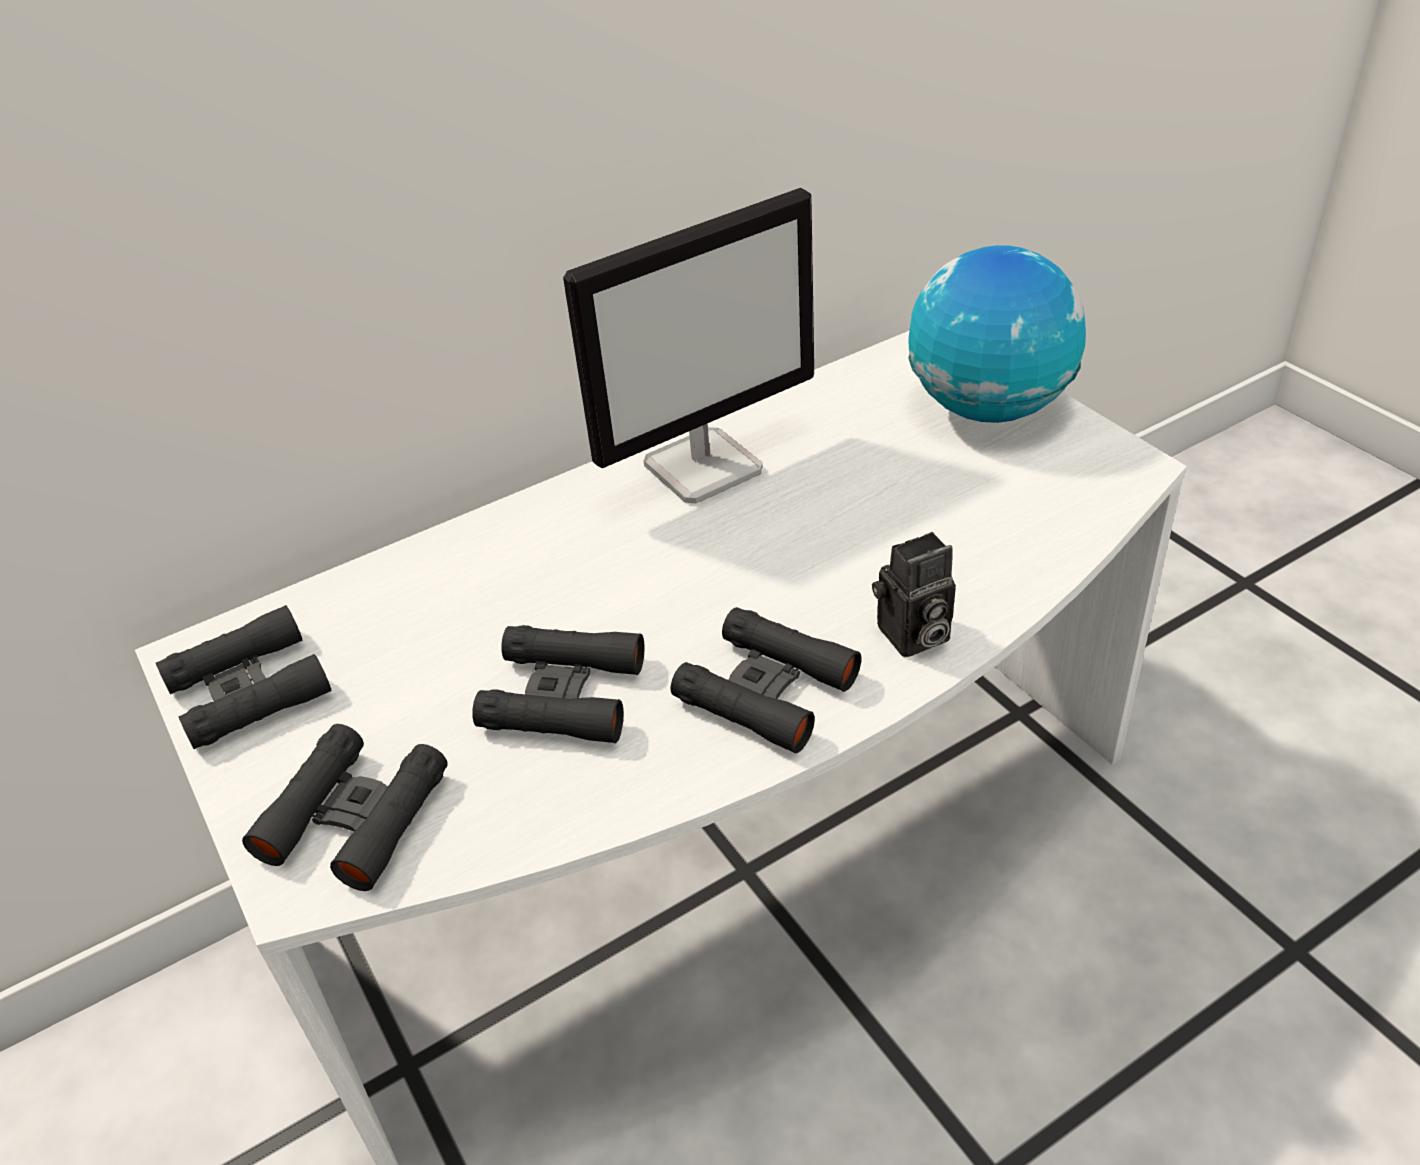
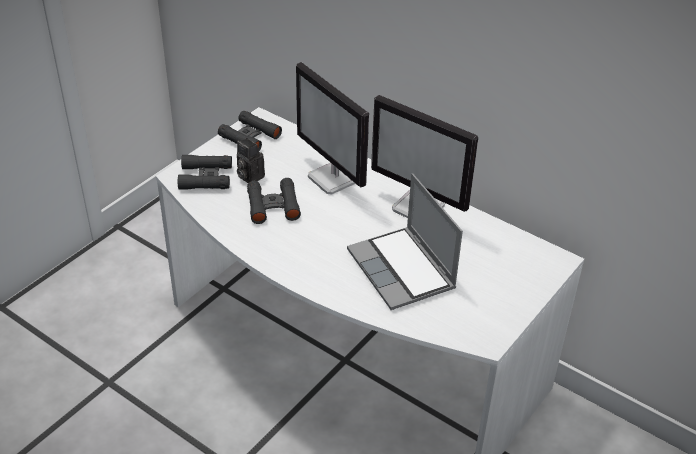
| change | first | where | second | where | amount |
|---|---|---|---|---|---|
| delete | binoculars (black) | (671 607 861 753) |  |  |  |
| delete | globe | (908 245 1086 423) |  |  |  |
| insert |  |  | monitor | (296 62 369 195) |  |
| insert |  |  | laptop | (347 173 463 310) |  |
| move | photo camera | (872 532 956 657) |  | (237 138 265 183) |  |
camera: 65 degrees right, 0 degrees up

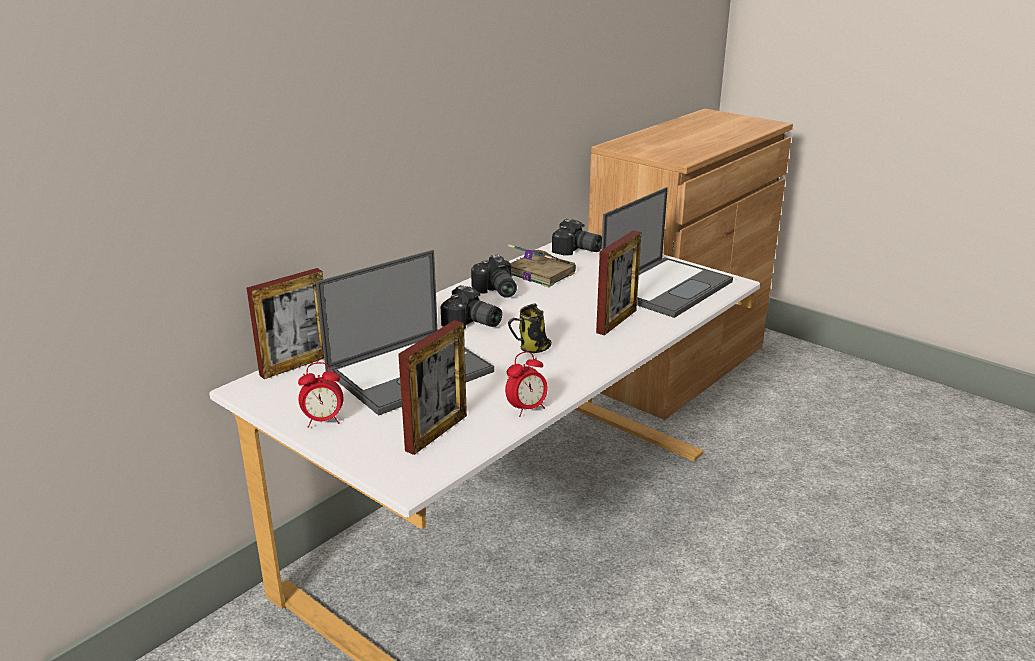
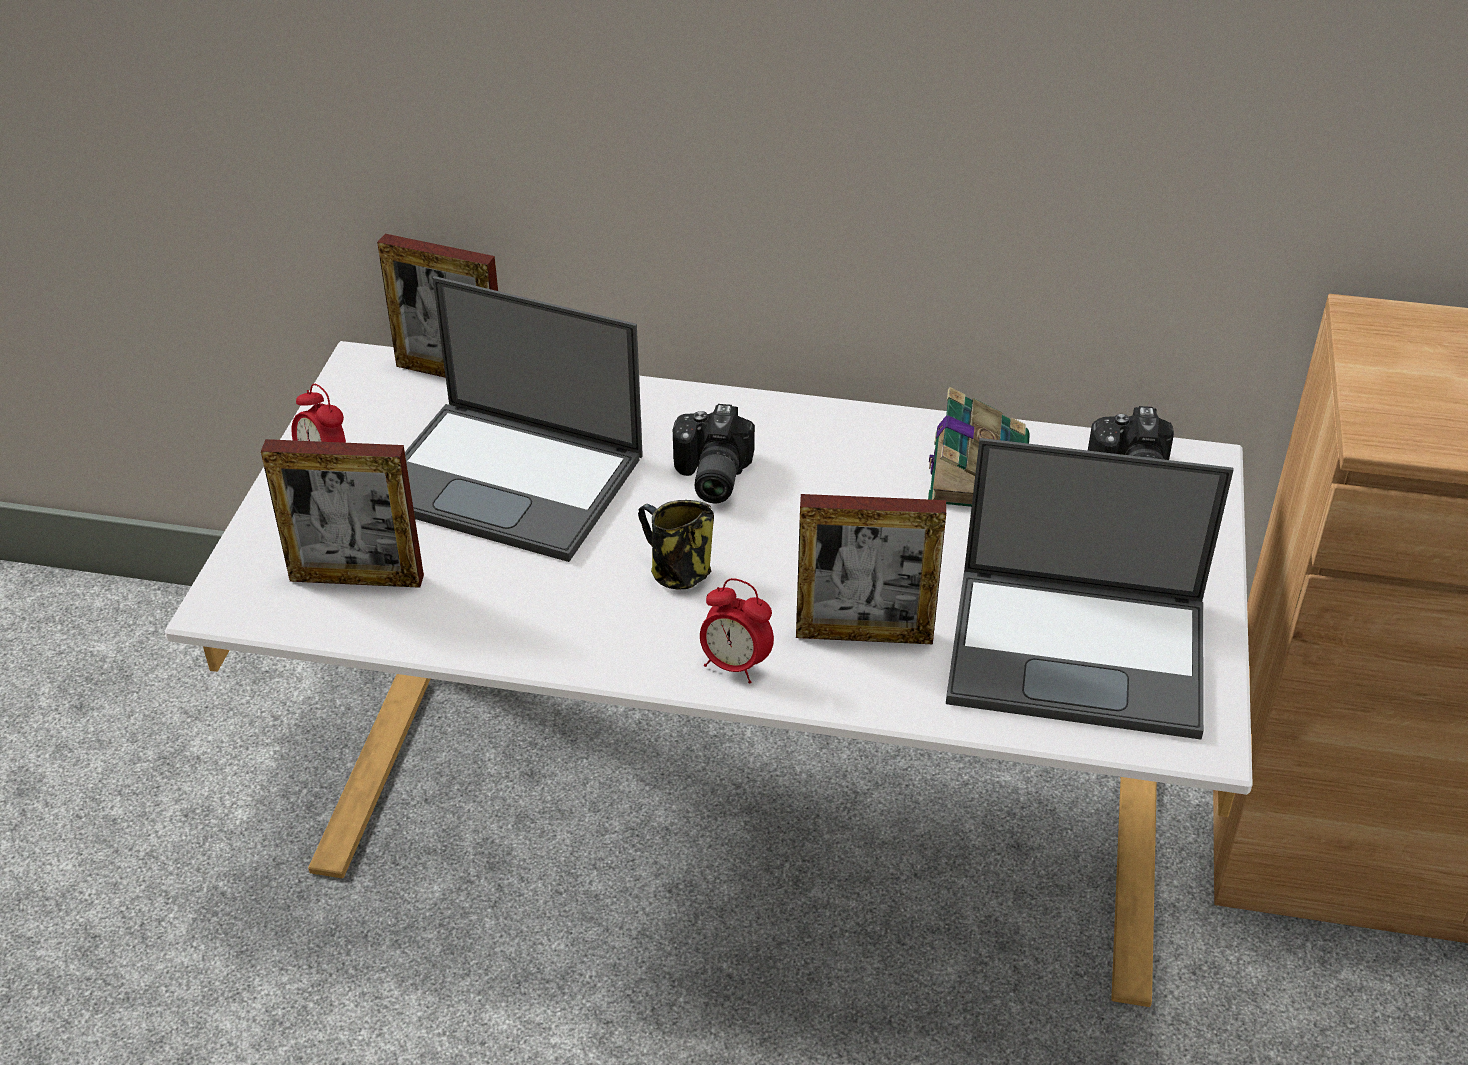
| change | first | where | second | where | amount |
|---|---|---|---|---|---|
| delete | photo camera | (471 255 517 298) |  |  |  |
| move | alarm clock | (505 351 548 417) |  | (700 578 774 684) |  |
camera: 60 degrees right, 15 degrees up

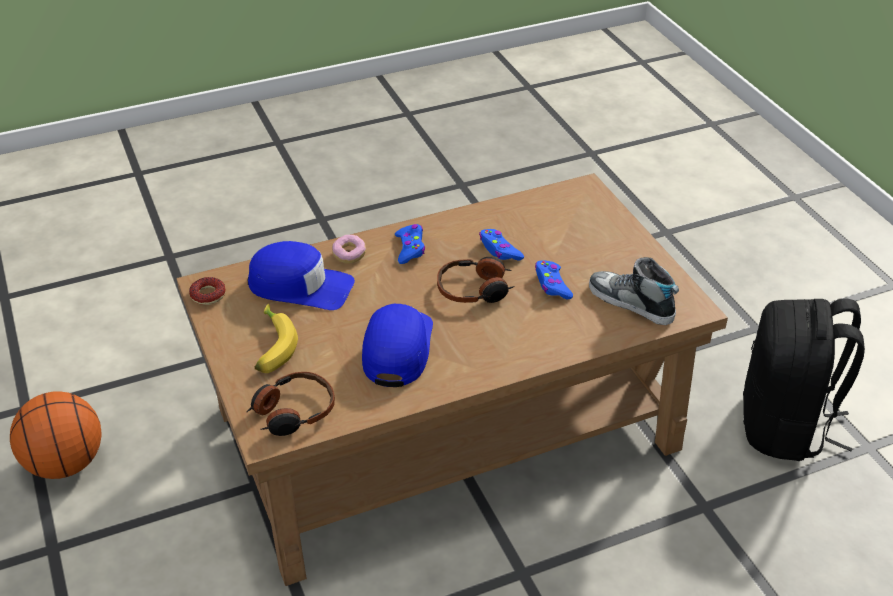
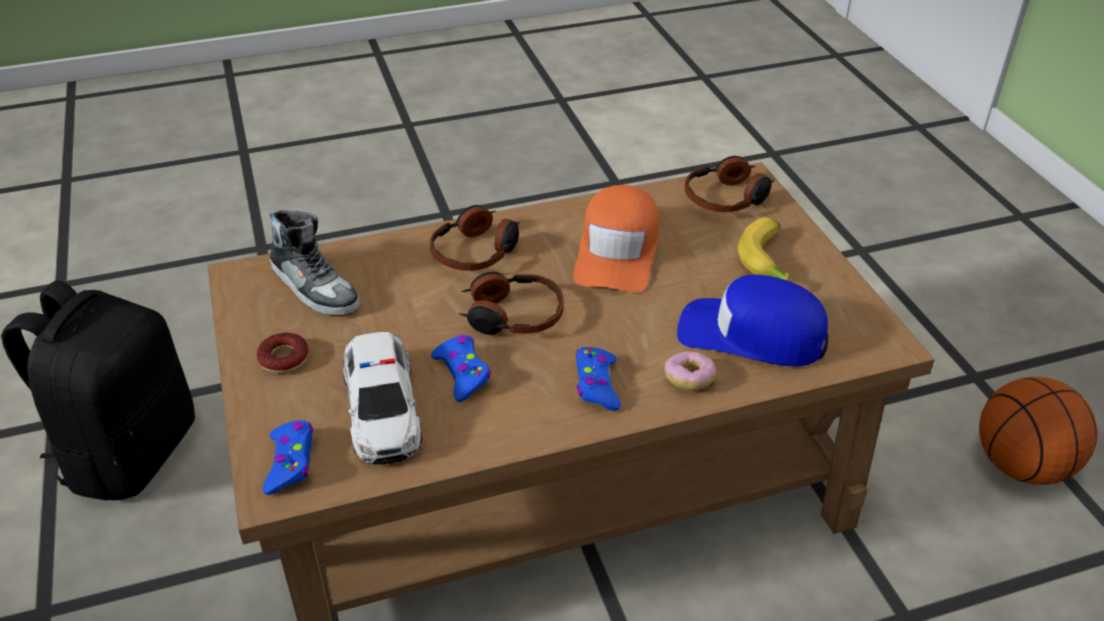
| change | first | where | second | where | amount |
|---|---|---|---|---|---|
| insert |  |  | toy car | (342 332 422 465) |  |
| insert |  |  | headphones | (430 205 519 271) |  |
| move | donut | (189 277 226 305) |  | (257 333 309 373) |  |
| move | game controller (blue) | (535 261 573 299) |  | (263 420 313 495) |  |
| recolor | cap (blue) | (362 304 433 387) | cap (orange) | (573 185 659 293) |  |
camera: 175 degrees left, 0 degrees up

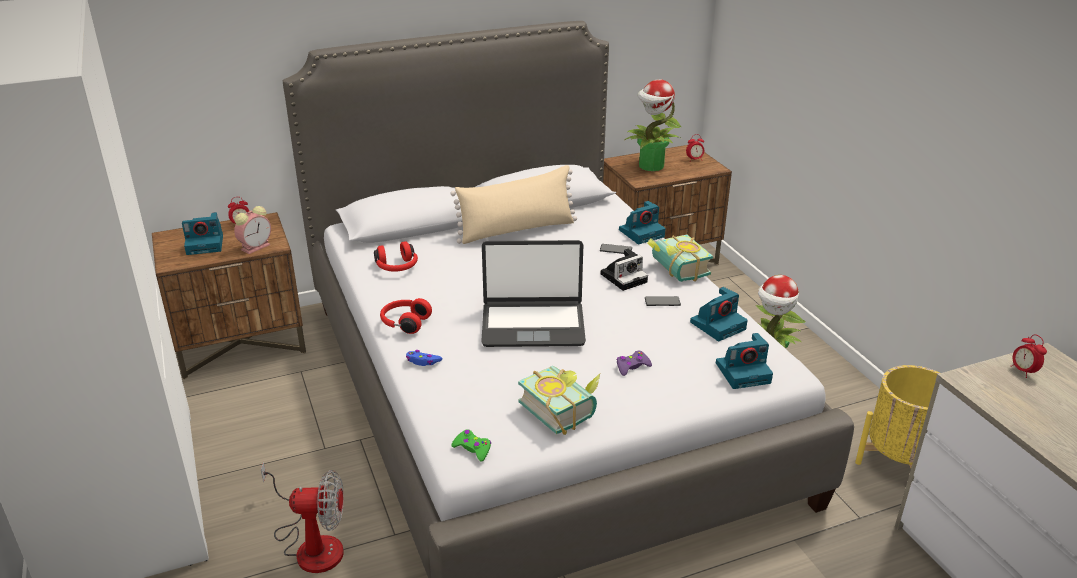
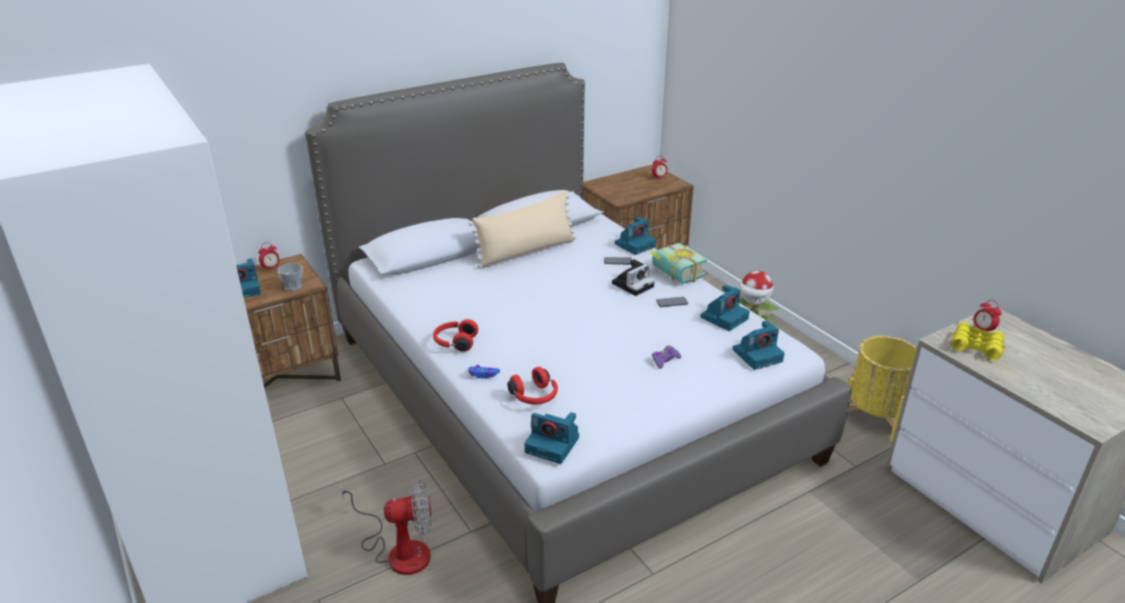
| change | first | where | second | where | amount |
|---|---|---|---|---|---|
| delete | laptop | (481 240 586 347) |  |  |  |
| delete | book | (518 366 600 435) |  |  |  |
| delete | potted plant | (625 79 681 171) |  |  |  |
| insert |  |  | binoculars (yellow) | (951 322 1006 361) |  |
| move | headphones (red) | (374 241 418 272) |  | (507 367 558 405) |  |
| replace | alarm clock | (234 206 271 254) | cup | (277 263 303 291) |  |
| replace | game controller (green) | (451 429 491 462) | photo camera | (524 412 579 464) |  |
camera: 10 degrees left, 0 degrees up

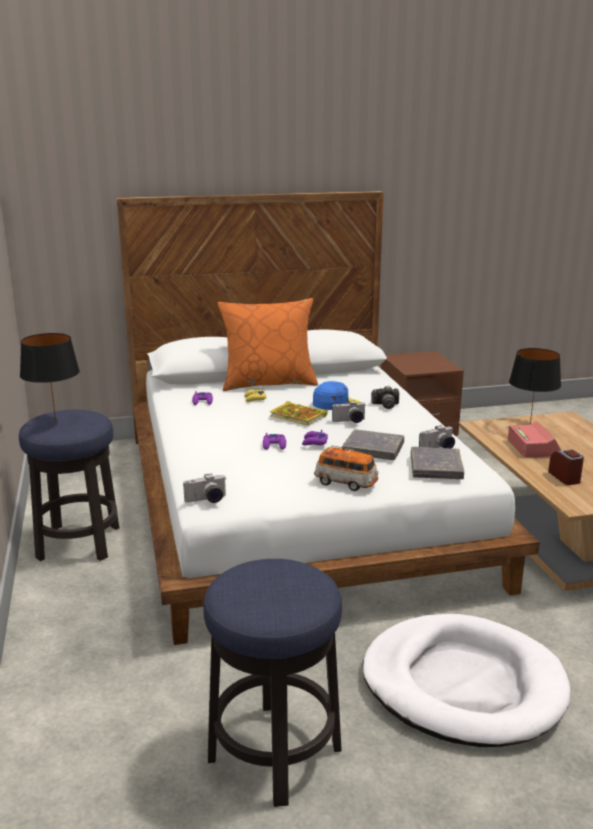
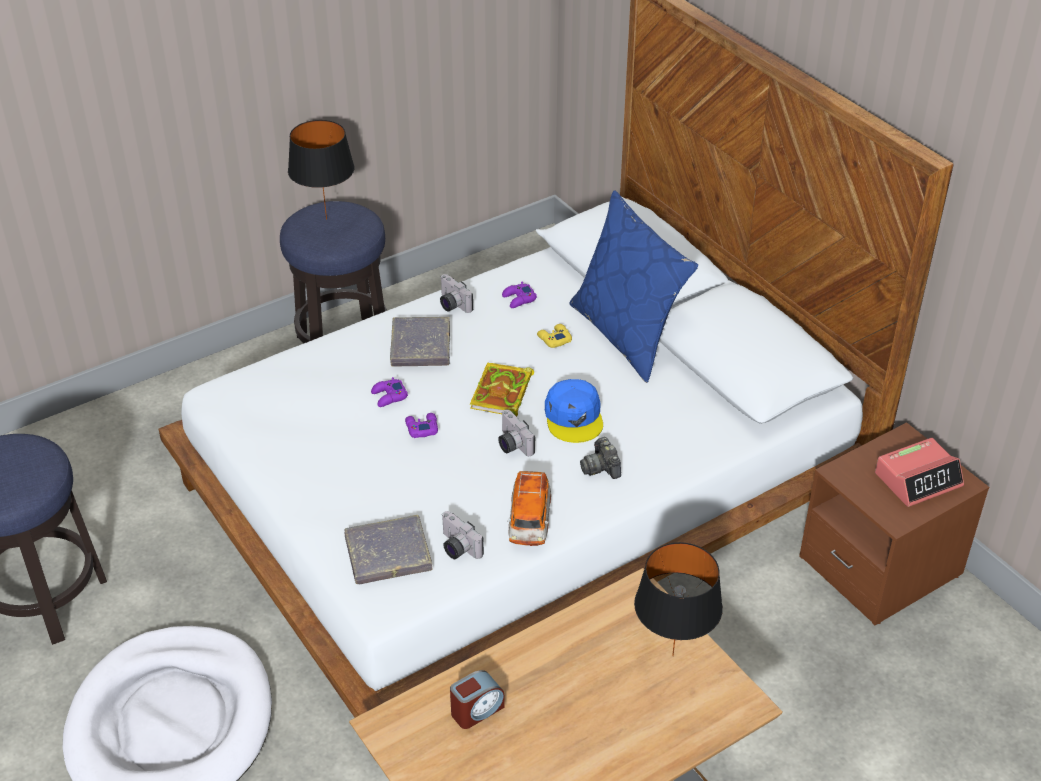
| change | first | where | second | where | amount |
|---|---|---|---|---|---|
| move | photo camera | (183 473 226 503) |  | (440 274 473 313) |  |
| move | toy car | (314 445 378 491) |  | (508 471 551 546) |  |
| move | book (grey) | (342 429 404 460) |  | (390 317 450 367) |  |
| move | alarm clock | (508 421 562 458) |  | (875 438 964 507) |  |
| recolor | pillow (orange) | (218 298 318 391) | pillow (blue) | (570 191 698 383) |  |
camera: 70 degrees right, 20 degrees up

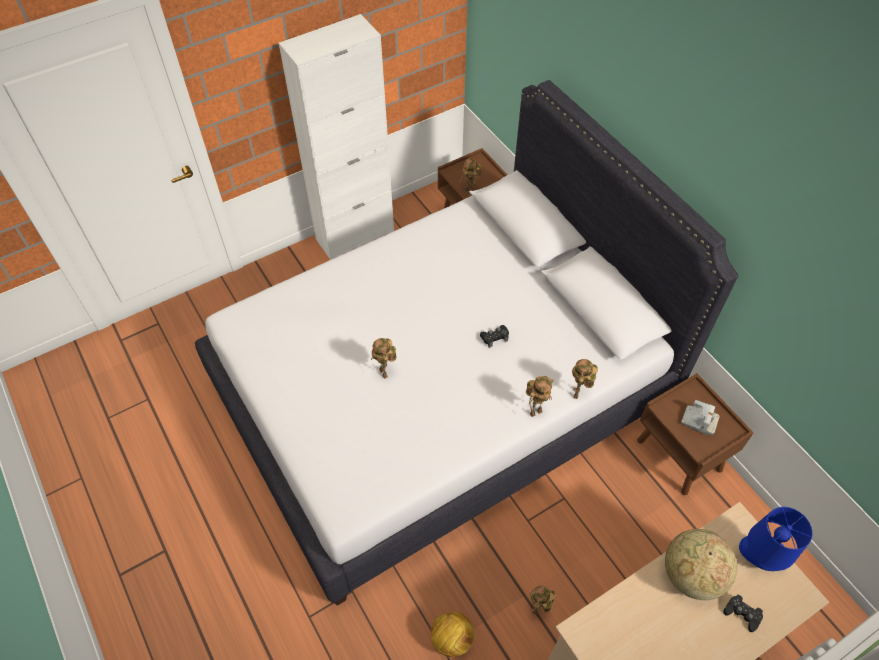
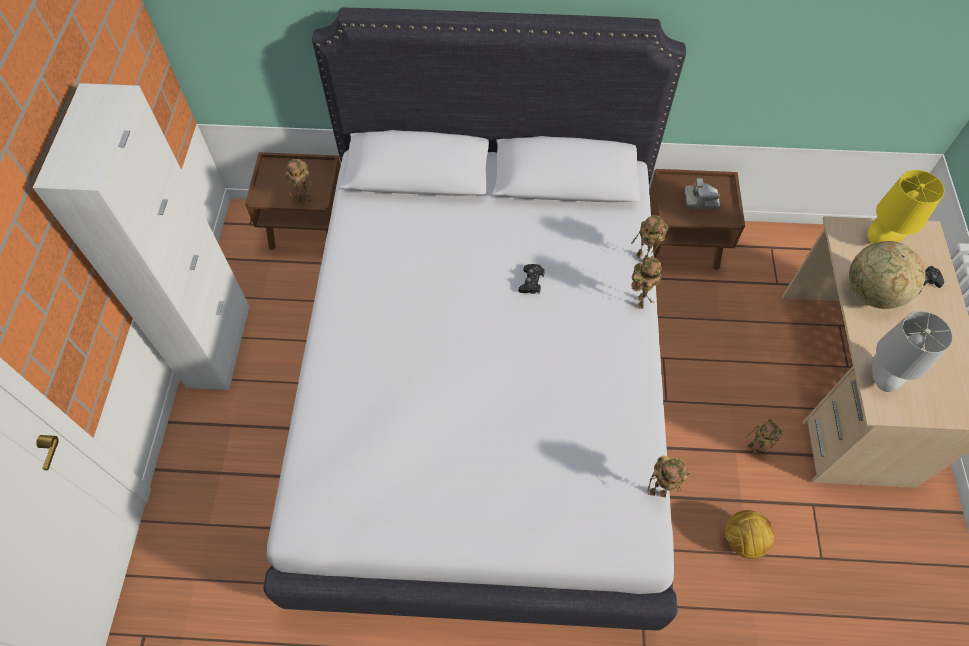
| change | first | where | second | where | amount |
|---|---|---|---|---|---|
| insert |  |  | table lamp (grey) | (872 311 953 392) |  |
| move | toy robot | (371 338 397 379) |  | (648 455 690 498) |  |
| recolor | table lamp (blue) | (739 507 813 571) | table lamp (yellow) | (868 170 944 244) |  |
| rotate | photo camera | (681 400 720 436) |  | (684 178 720 209) | 150 degrees counterclockwise |
camera: 55 degrees left, 5 degrees up

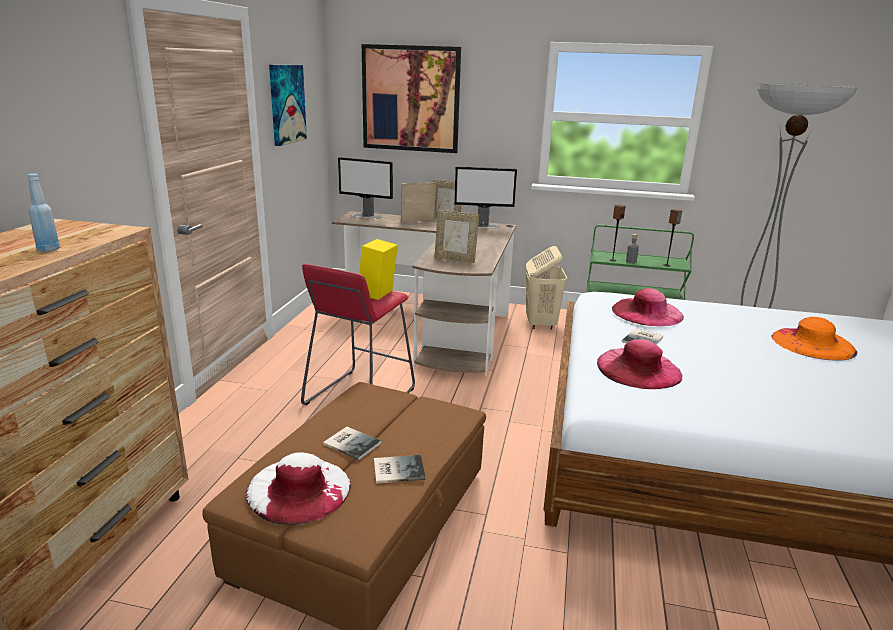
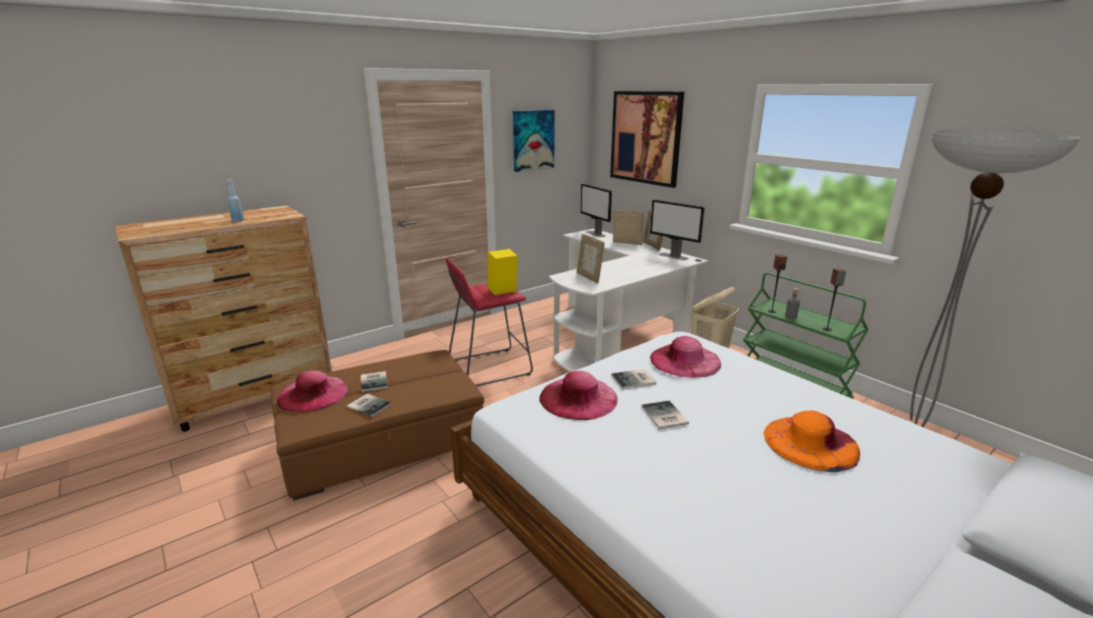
| change | first | where | second | where | amount |
|---|---|---|---|---|---|
| insert |  |  | book | (641 401 689 429) |  |
| recolor | hat (white) | (246 452 351 525) | hat (pink) | (277 370 348 413) |  |
| recolor | desk (brown) | (332 211 517 376) | desk (white) | (549 229 708 372) |  |
camera: 40 degrees right, 0 degrees up

